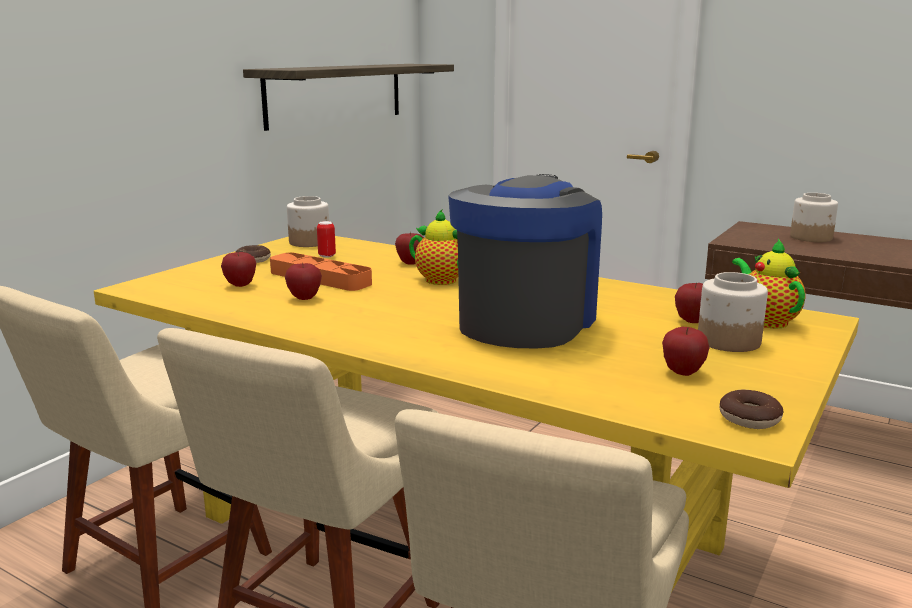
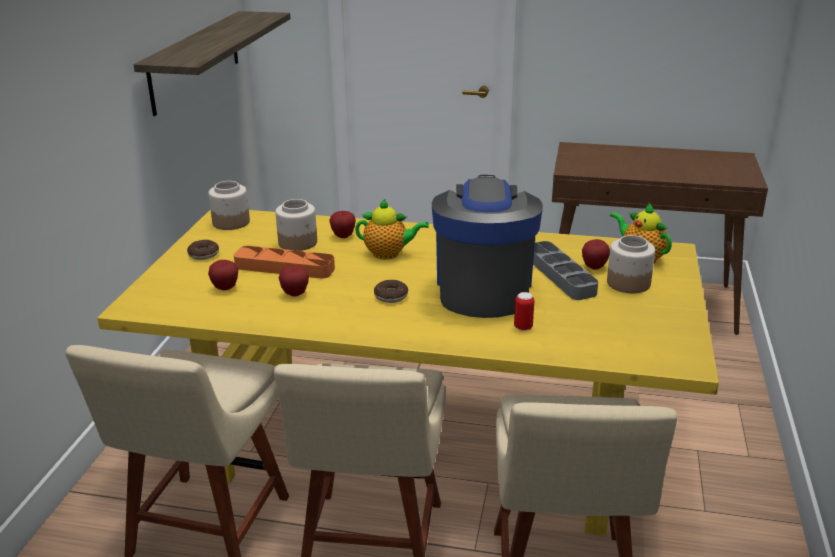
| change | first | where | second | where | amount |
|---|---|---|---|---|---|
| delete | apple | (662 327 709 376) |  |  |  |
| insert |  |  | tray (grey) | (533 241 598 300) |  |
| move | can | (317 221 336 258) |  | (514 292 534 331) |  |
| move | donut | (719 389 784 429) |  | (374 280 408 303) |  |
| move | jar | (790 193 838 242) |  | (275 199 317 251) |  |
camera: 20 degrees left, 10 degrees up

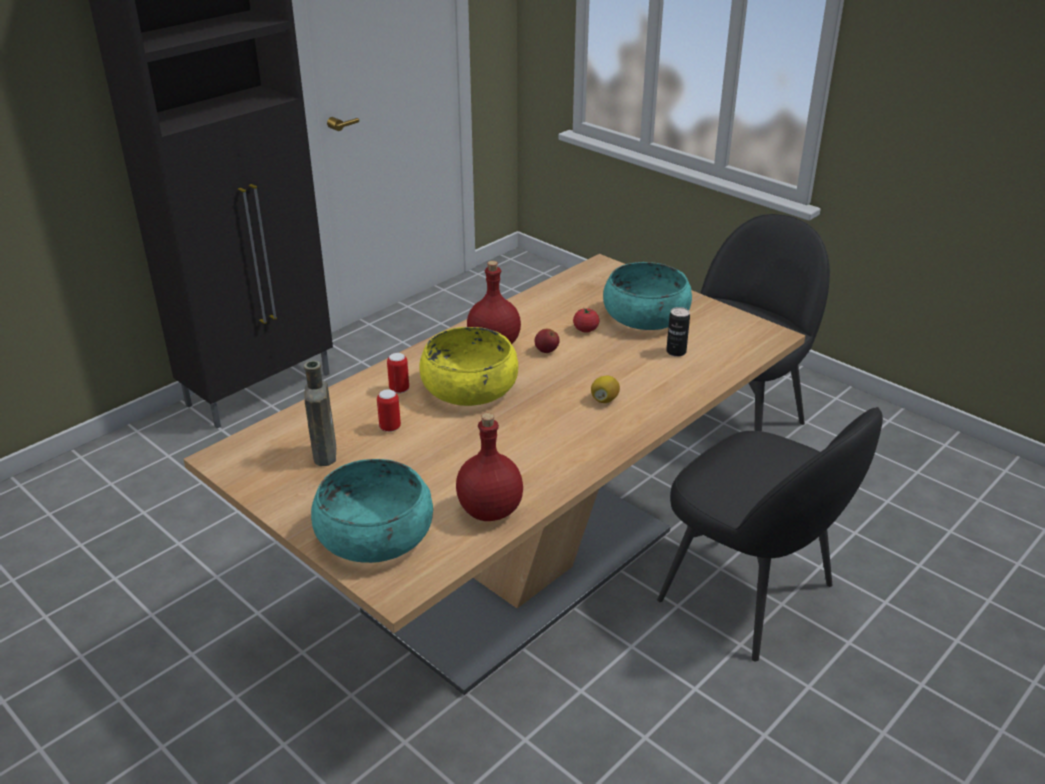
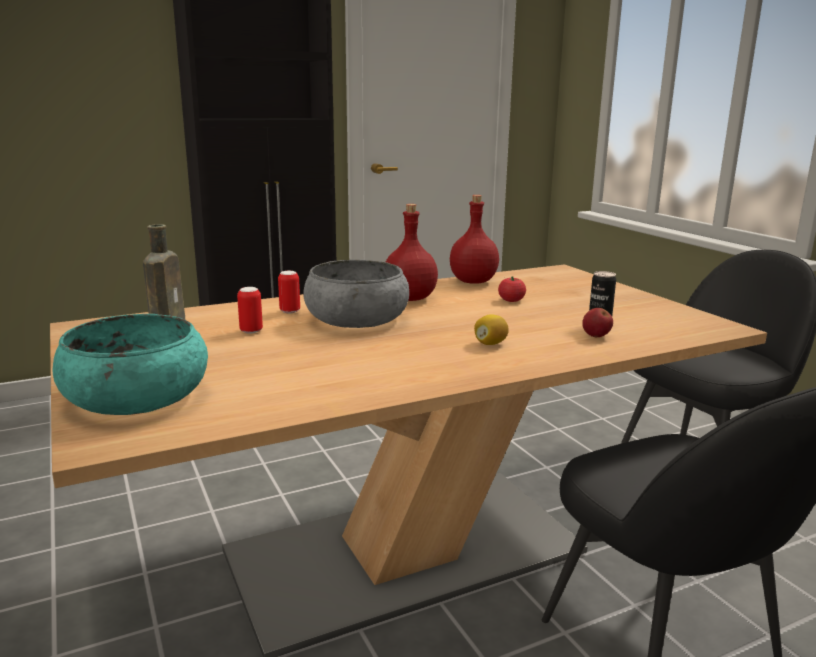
| change | first | where | second | where | amount |
|---|---|---|---|---|---|
| delete | bowl (turquoise) | (603 262 692 330) |  |  |  |
| move | bottle (red) | (456 413 523 521) |  | (450 195 499 284) |  |
| move | apple | (535 329 560 353) |  | (582 308 613 337) |  |
| recolor | bowl (yellow) | (419 327 518 406) | bowl (grey) | (303 260 409 328) |  |
camera: 20 degrees right, 15 degrees down

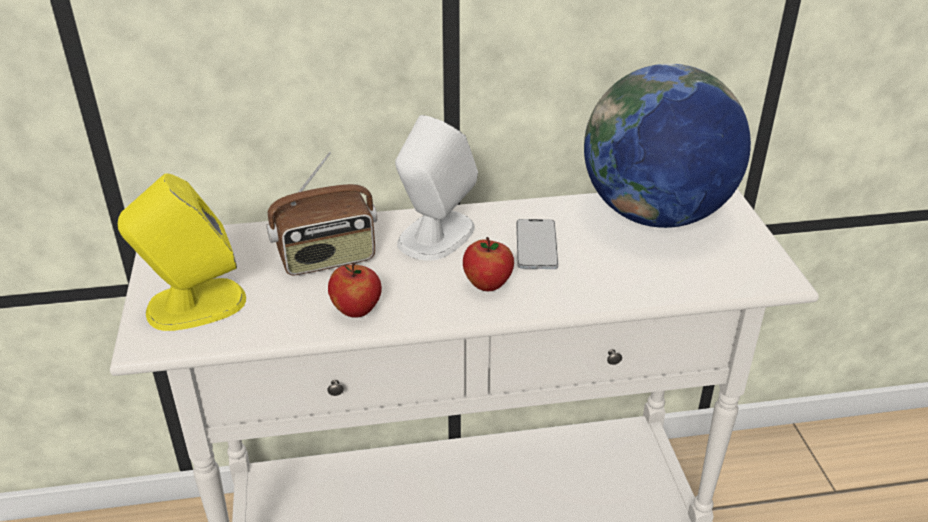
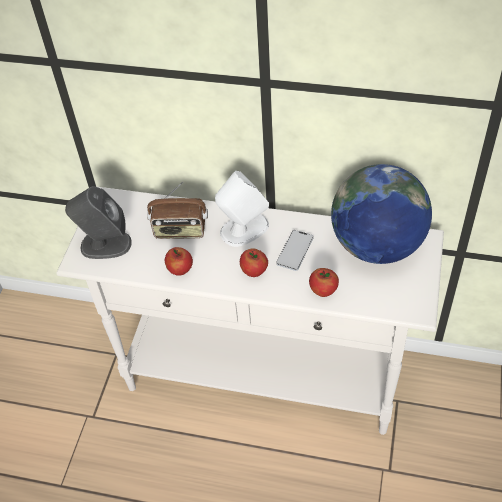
| change | first | where | second | where | amount |
|---|---|---|---|---|---|
| insert |  |  | apple | (309 268 339 297) |  |
| recolor | speaker (yellow) | (118 173 246 331) | speaker (grey) | (65 186 132 259) |  |
camera: 25 degrees right, 15 degrees up

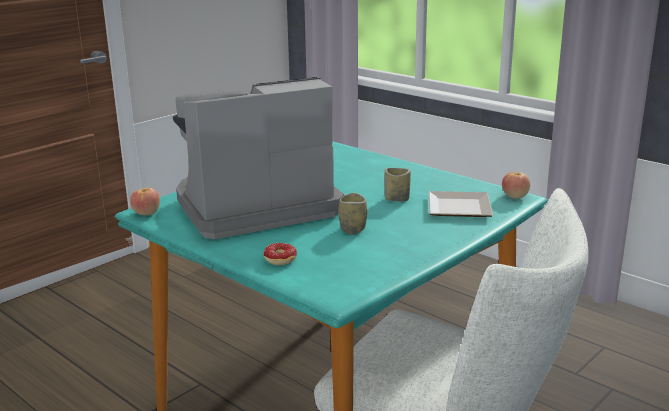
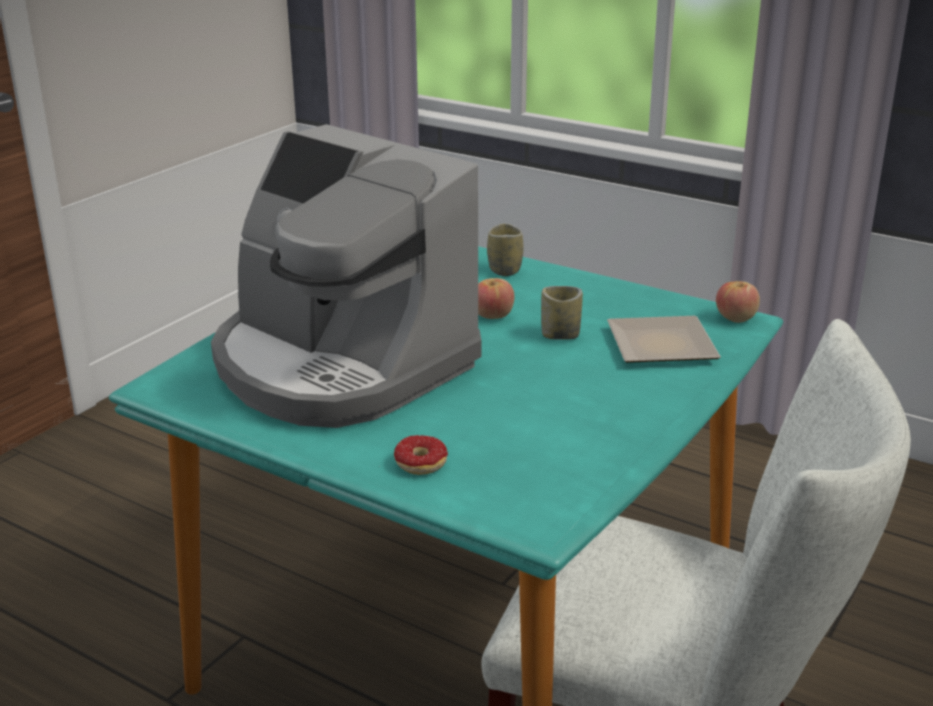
| change | first | where | second | where | amount |
|---|---|---|---|---|---|
| move | apple | (130 188 160 215) |  | (478 278 515 319) |  |
| move | cup | (339 193 367 234) |  | (487 224 524 276) |  |
| rotate | coffee machine | (173 77 344 239) |  | (211 124 482 428) | 105 degrees counterclockwise |
camera: 10 degrees left, 5 degrees up

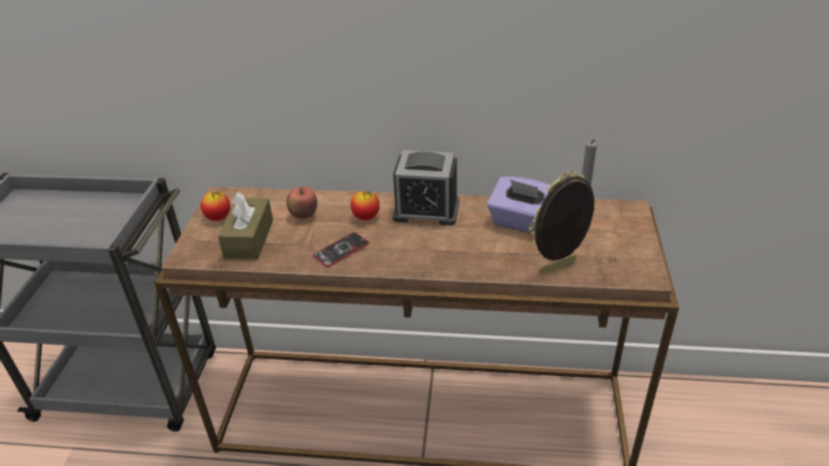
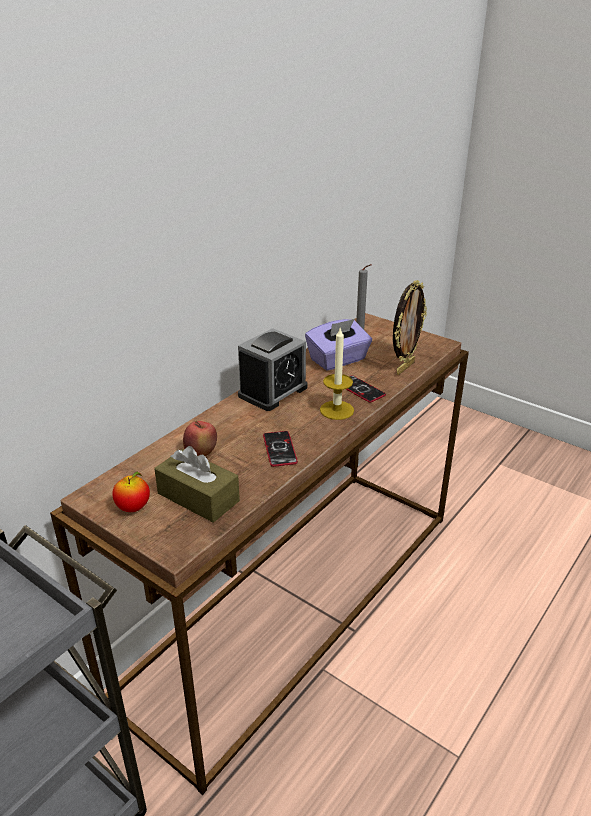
| change | first | where | second | where | amount |
|---|---|---|---|---|---|
| delete | apple | (351 191 380 220) |  |  |  |
| insert |  |  | candle | (320 328 354 420) |  |
| insert |  |  | phone | (346 376 386 403) |  |
| rotate | picture frame | (529 171 596 274) |  | (393 280 427 375) | 150 degrees counterclockwise |
camera: 60 degrees left, 5 degrees down

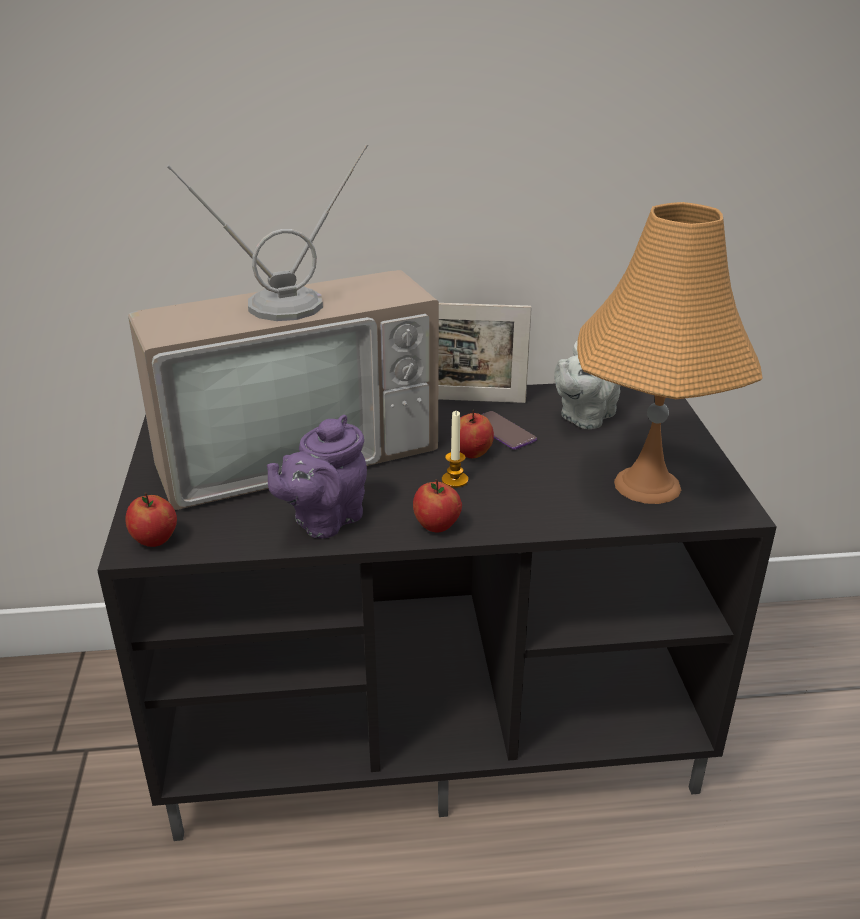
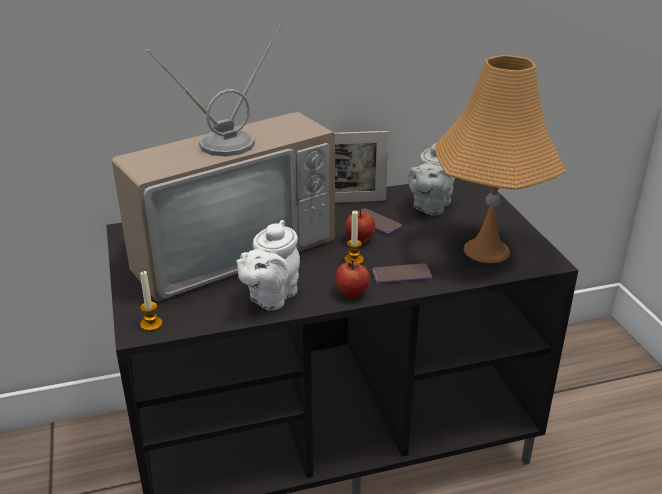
| change | first | where | second | where | amount |
|---|---|---|---|---|---|
| insert |  |  | phone | (372 264 432 283) |  |
| replace | apple | (125 492 177 547) | candle | (140 271 162 331) |  |
| recolor | teapot (purple) | (267 415 367 538) | teapot (white) | (236 220 300 310) |  |
camera: 10 degrees left, 0 degrees up

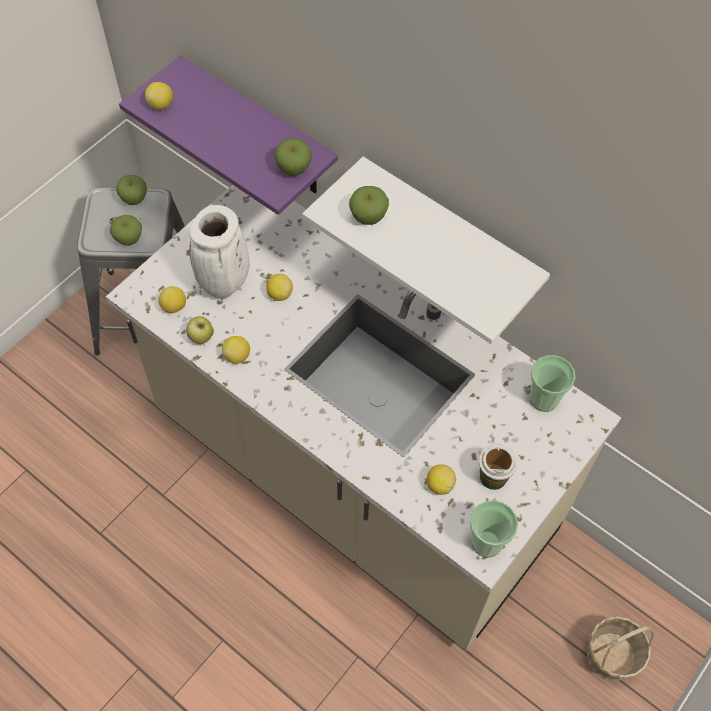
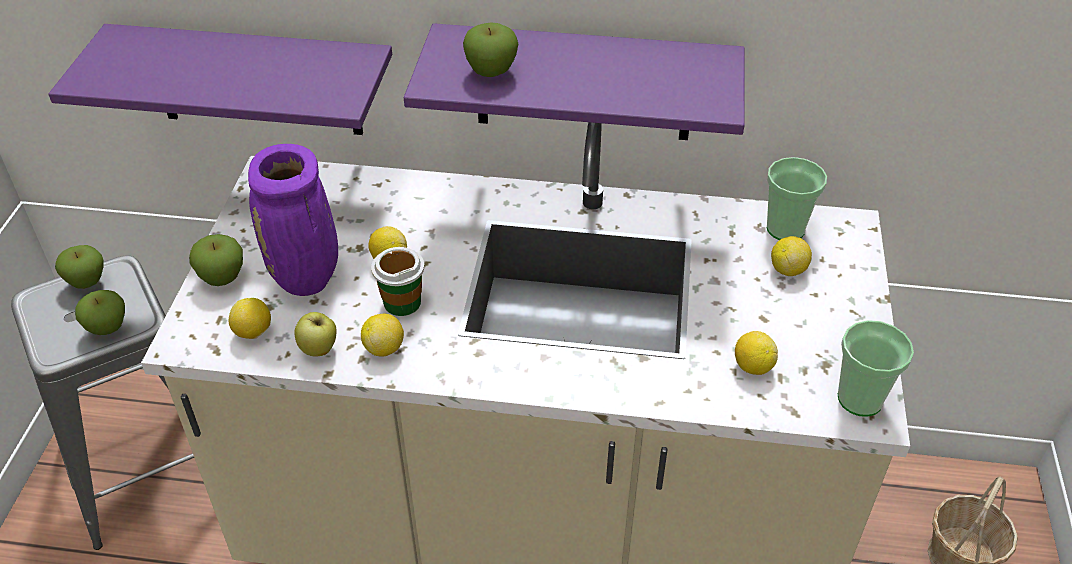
| change | first | where | second | where | amount |
|---|---|---|---|---|---|
| move | lemon | (145 82 173 110) |  | (771 236 812 276) |  |
| move | apple | (275 138 312 176) |  | (189 234 243 286) |  |
| move | cup | (479 444 518 490) |  | (371 247 424 316) |  |
| recolor | vase (white) | (189 205 249 298) | vase (purple) | (248 144 338 296) |  |
| recolor | shelf (white) | (302 157 550 344) | shelf (purple) | (404 23 745 140) |  |
camera: 30 degrees left, 15 degrees down

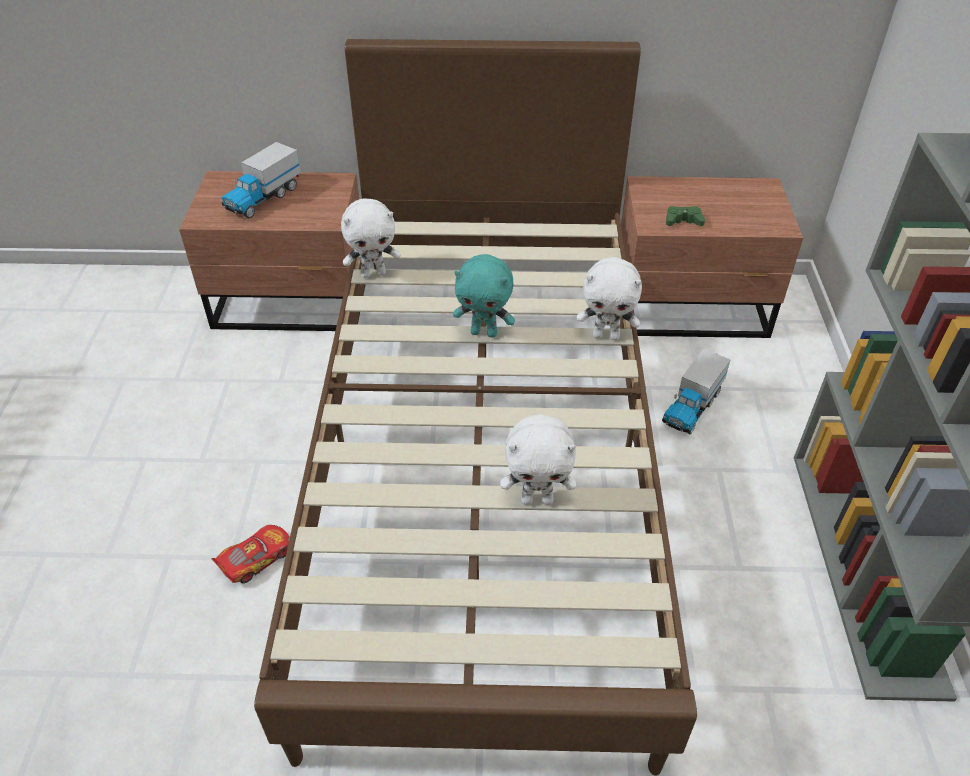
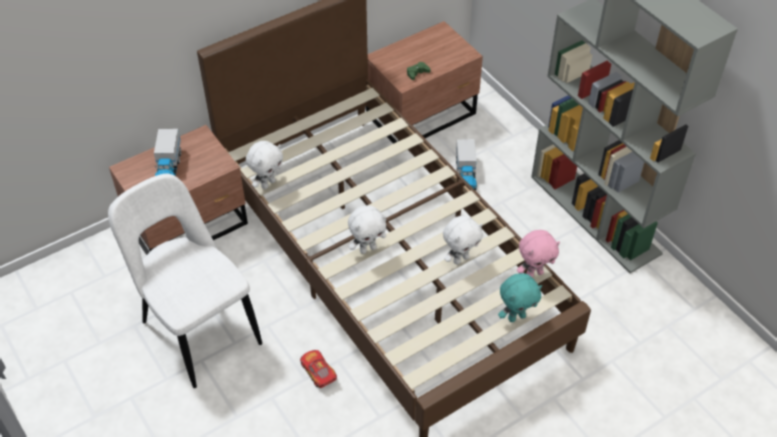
| change | first | where | second | where | amount |
|---|---|---|---|---|---|
| insert |  |  | chair (white) | (108 174 262 388) |  |
| insert |  |  | plush toy (pink) | (517 230 560 277) |  |
| move | plush toy (turquoise) | (453 254 515 338) |  | (498 273 542 322) |  |
| move | plush toy (white) | (577 257 642 341) |  | (348 205 386 254) |  |
| rotate | toy car | (212 525 290 583) |  | (300 350 337 388) | 45 degrees counterclockwise |
camera: 35 degrees left, 5 degrees up

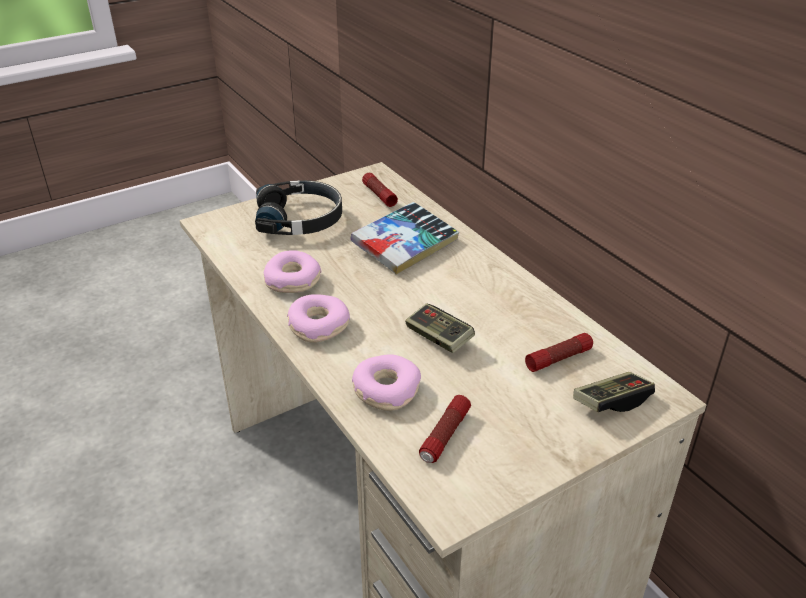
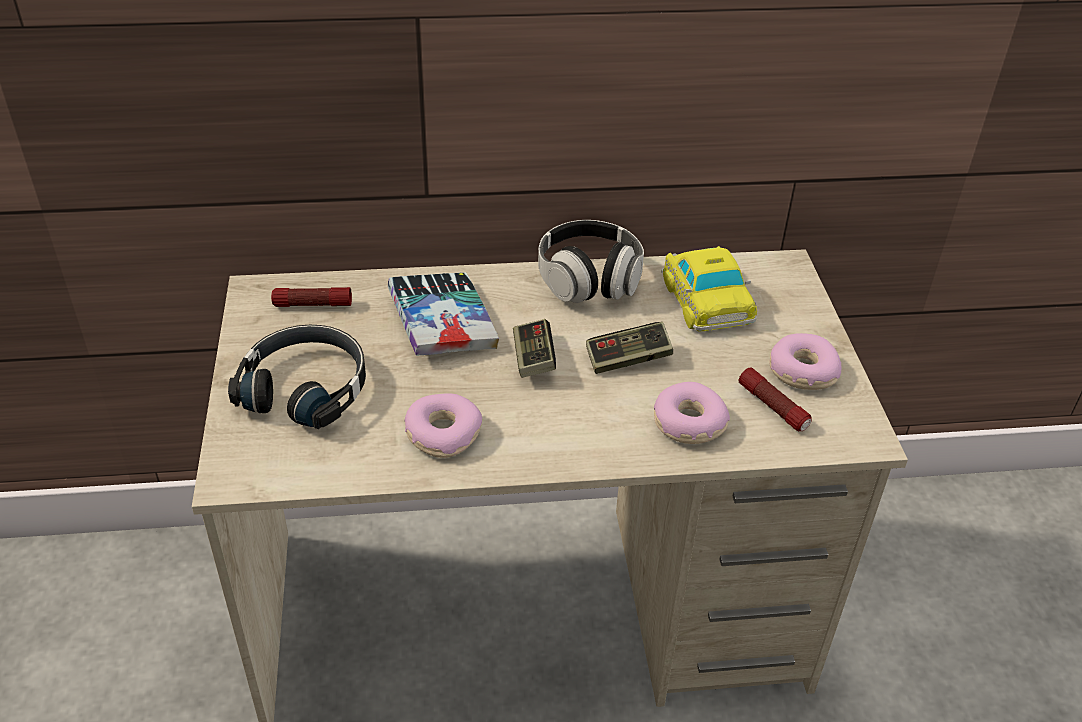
| change | first | where | second | where | amount |
|---|---|---|---|---|---|
| insert |  |  | headphones | (538 220 644 303) |  |
| move | donut | (287 294 350 343) |  | (769 333 842 390) |  |
| move | game controller | (573 372 655 412) |  | (513 319 556 378) |  |
| replace | flashlight | (525 333 593 372) | toy car | (661 246 757 332) |  |
camera: 65 degrees left, 5 degrees up

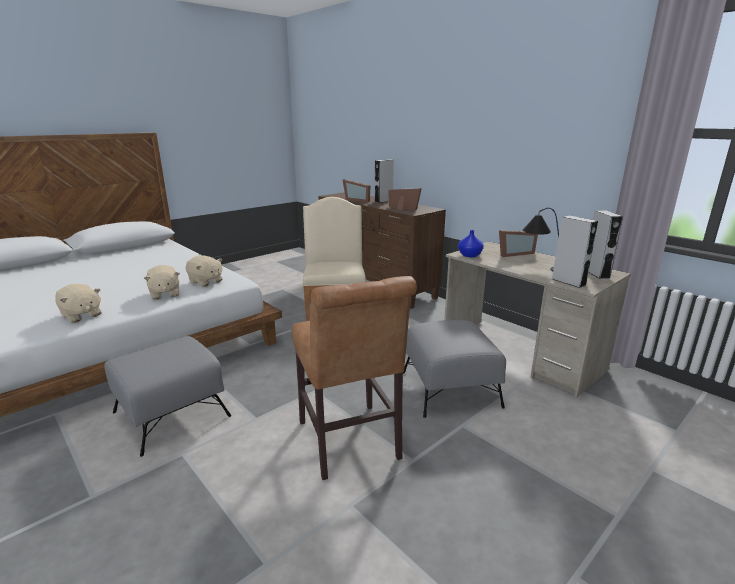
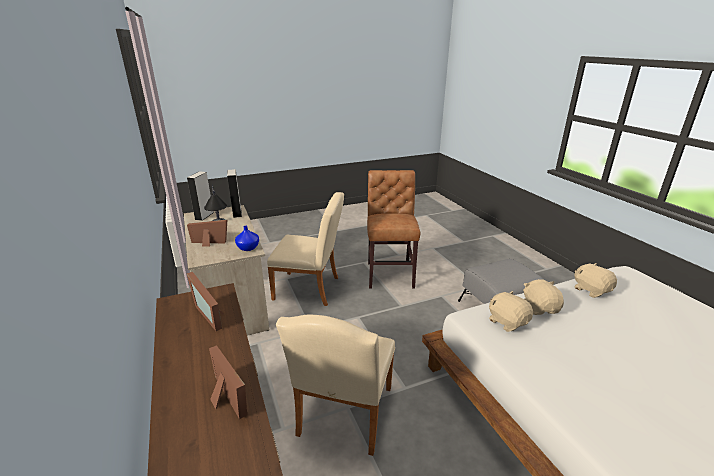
| change | first | where | second | where | amount |
|---|---|---|---|---|---|
| delete | speaker (grey) | (374 159 394 203) |  |  |  |
| replace | ottoman (grey) | (403 320 506 418) | chair (beige) | (267 192 344 306) |  |
camera: 160 degrees left, 5 degrees up

